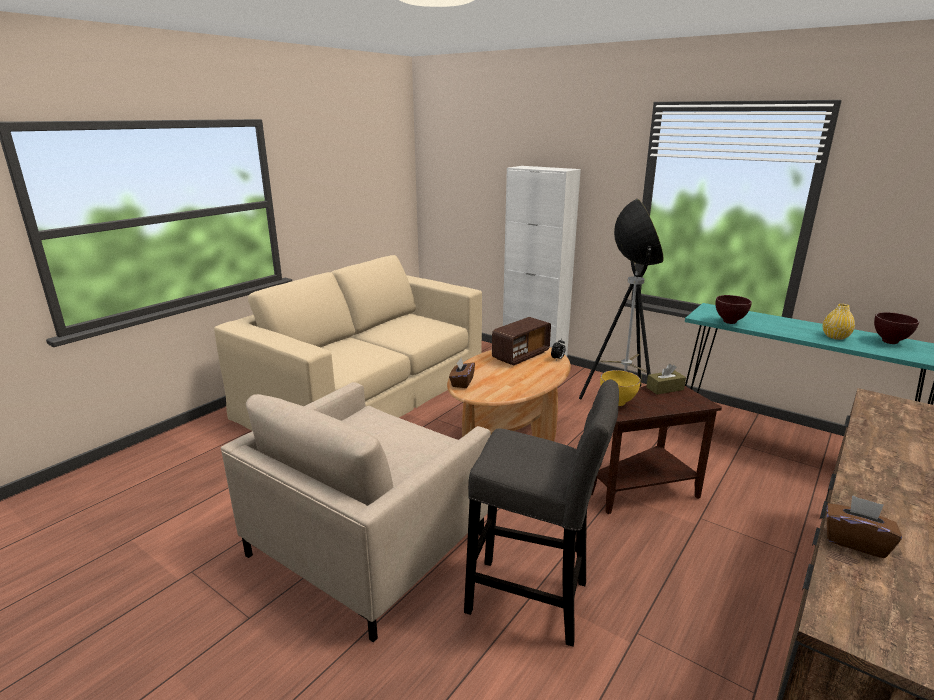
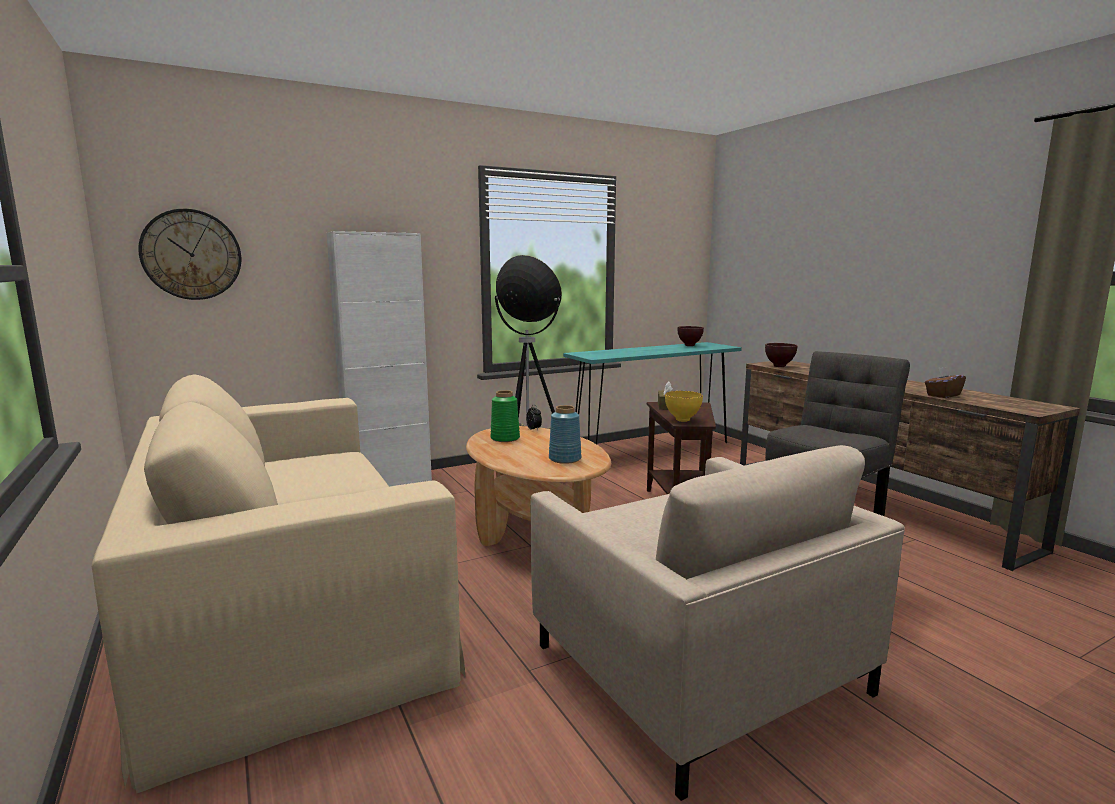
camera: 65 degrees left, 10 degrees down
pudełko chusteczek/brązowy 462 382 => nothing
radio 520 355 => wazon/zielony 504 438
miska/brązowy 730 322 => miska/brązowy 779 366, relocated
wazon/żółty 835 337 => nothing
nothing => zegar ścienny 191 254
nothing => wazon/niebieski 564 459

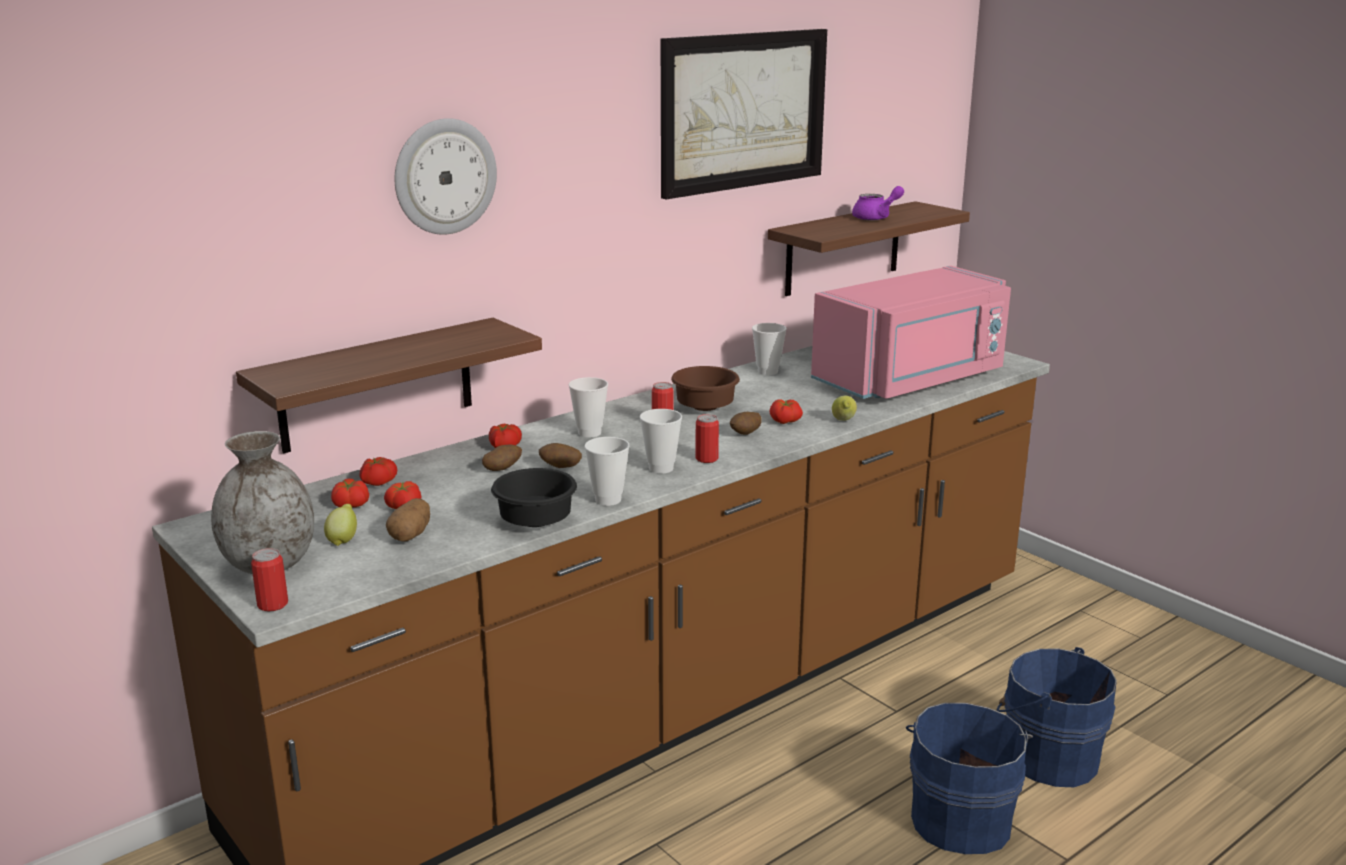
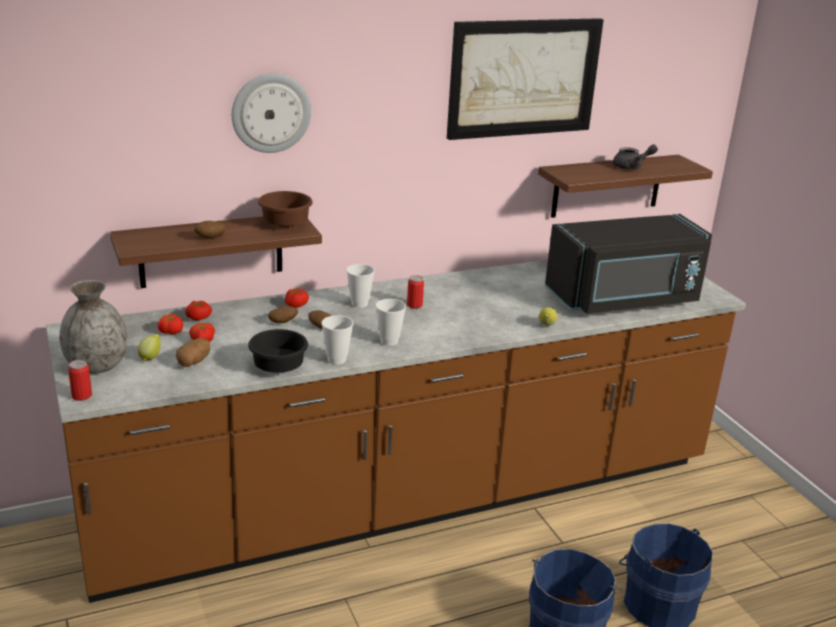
camera: 15 degrees right, 5 degrees up
miska/brązowy 703 408 => miska/brązowy 284 225, relocated
puszka 706 459 => nothing
ziemniak 745 434 => ziemniak 210 238, relocated
filiżanka 767 371 => nothing
pomidor 784 422 => nothing
mikrofalówka/różowy 912 380 => mikrofalówka/czarny 625 299
imbryk/fioletowy 876 217 => imbryk/szary 631 167

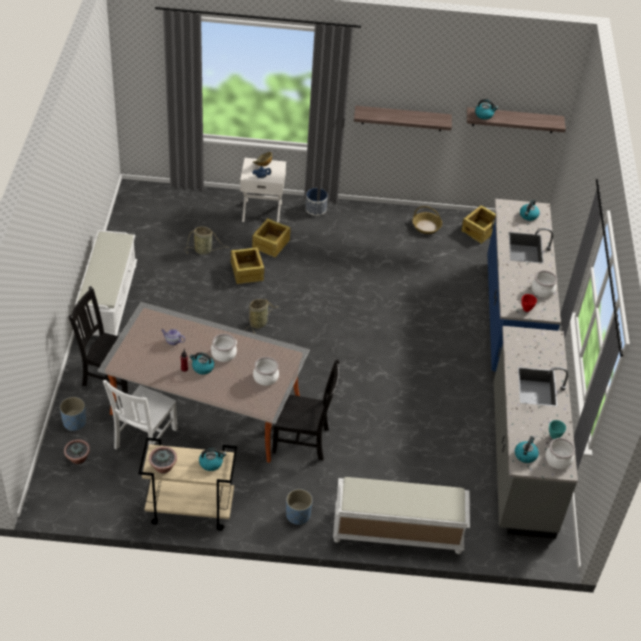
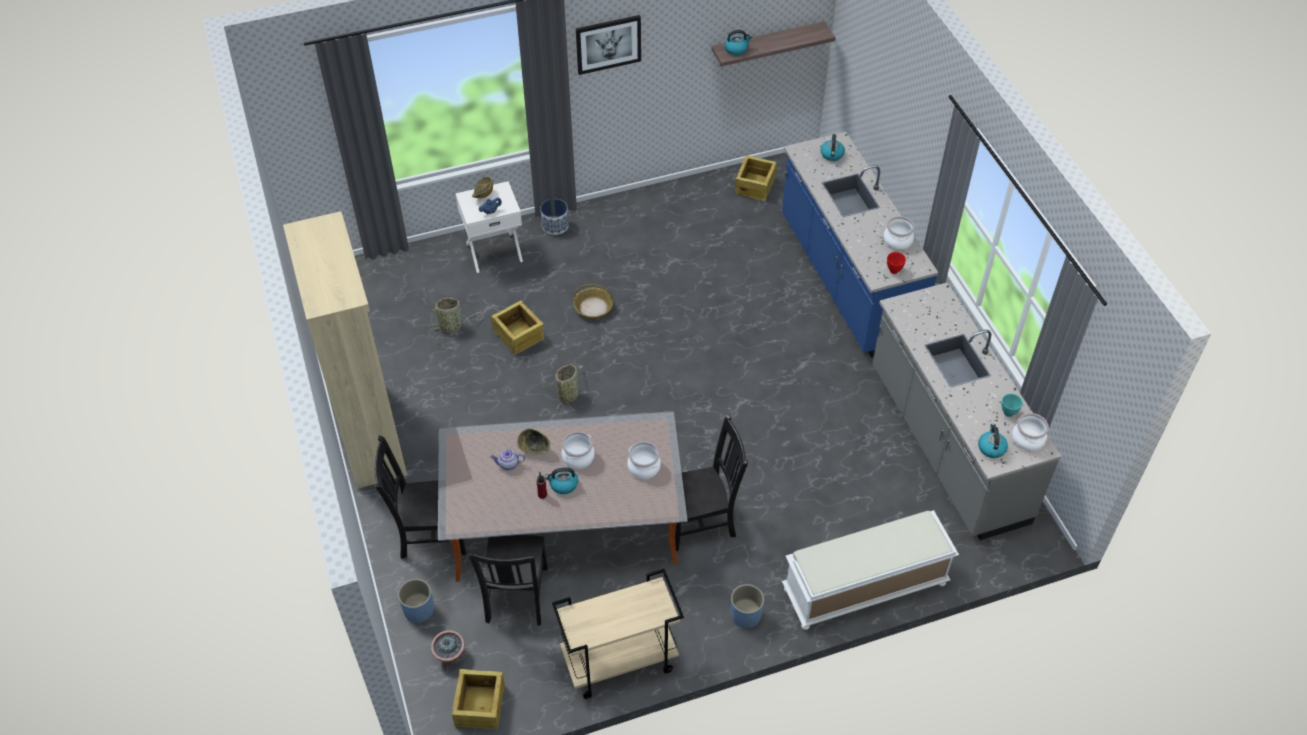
camera: 20 degrees left, 5 degrees up
ławka/biały 108 300 => regał/beżowy 371 435
krzesło/biały 144 440 => krzesło/czarny 516 597
roślina doniczkowa 163 468 => nothing
czajnik 211 463 => nothing
skrzynka 270 244 => skrzynka 479 705, relocated
półka 402 118 => nothing
koszyk 426 226 => koszyk 594 307, relocated
nothing => miska 534 449
nothing => obraz 608 44

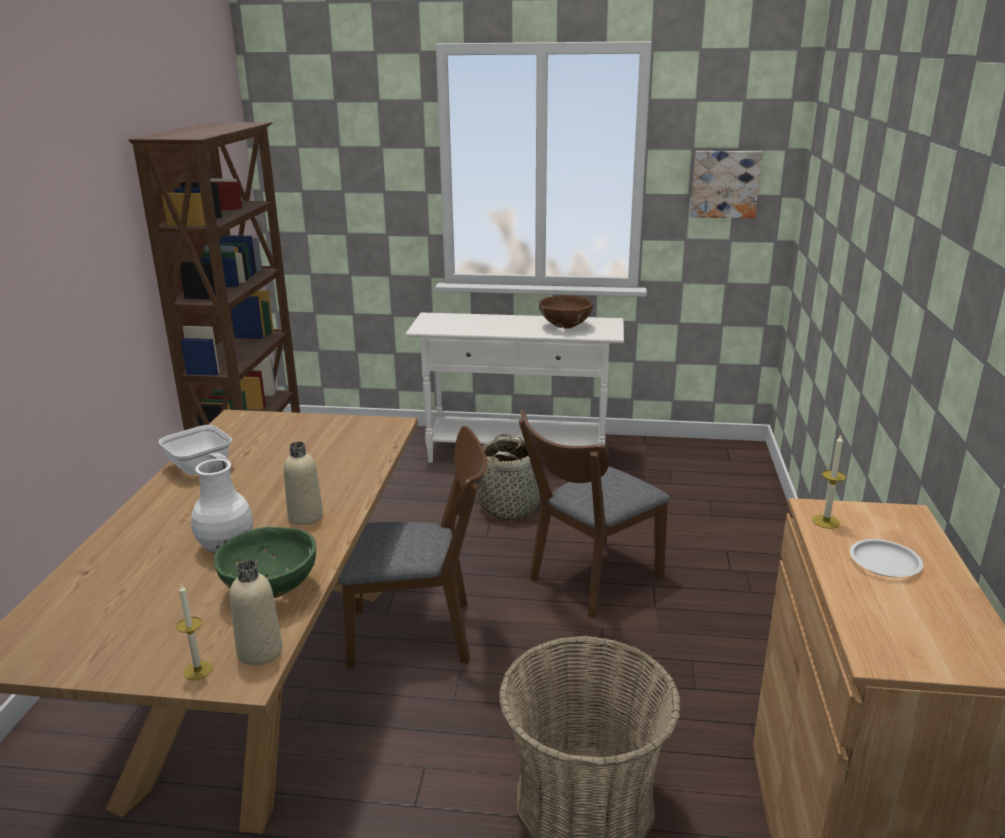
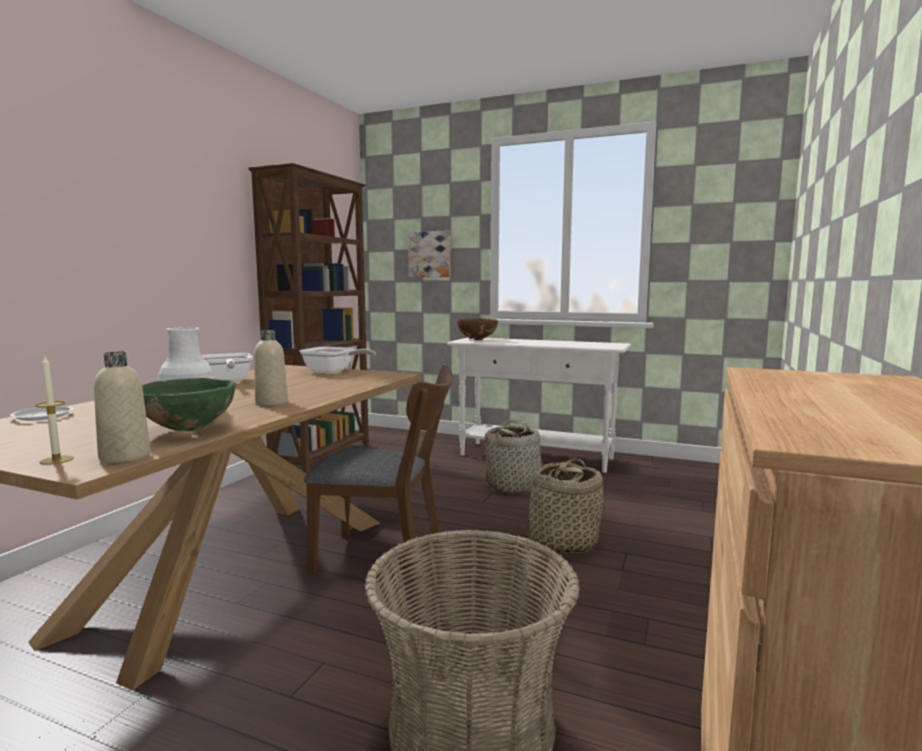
camera: 15 degrees right, 15 degrees down
krzesło/brązowy 589 581 => koszyk 563 542
miska/brązowy 565 327 => miska/brązowy 477 340, relocated
obraz 725 184 => obraz 430 254, relocated
świeca 826 521 => nothing
talerz/biały 885 563 => talerz/biały 42 416, relocated
nothing => patelnia 333 372

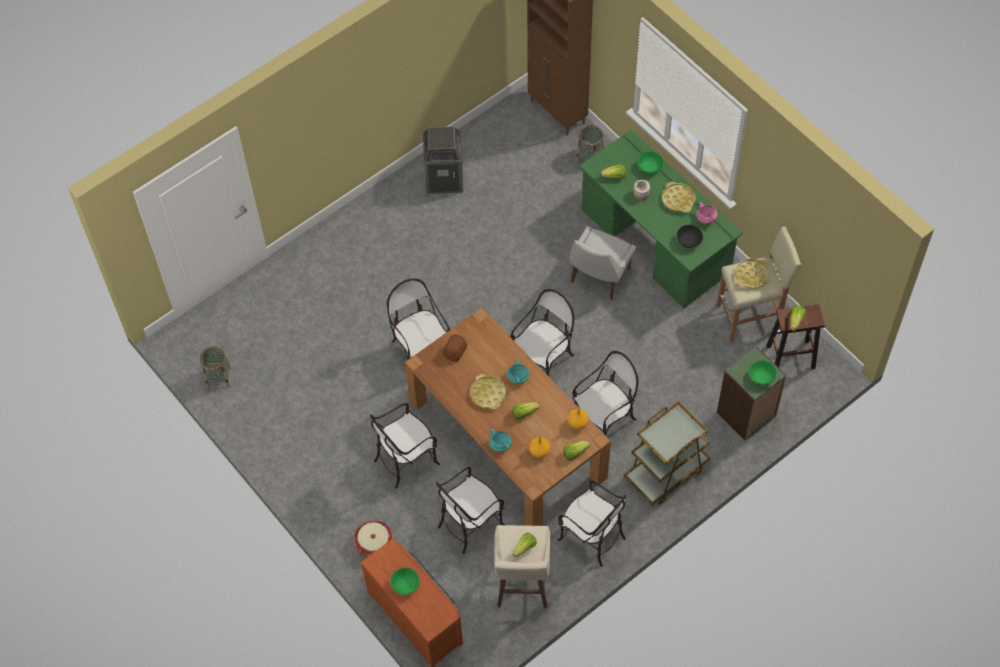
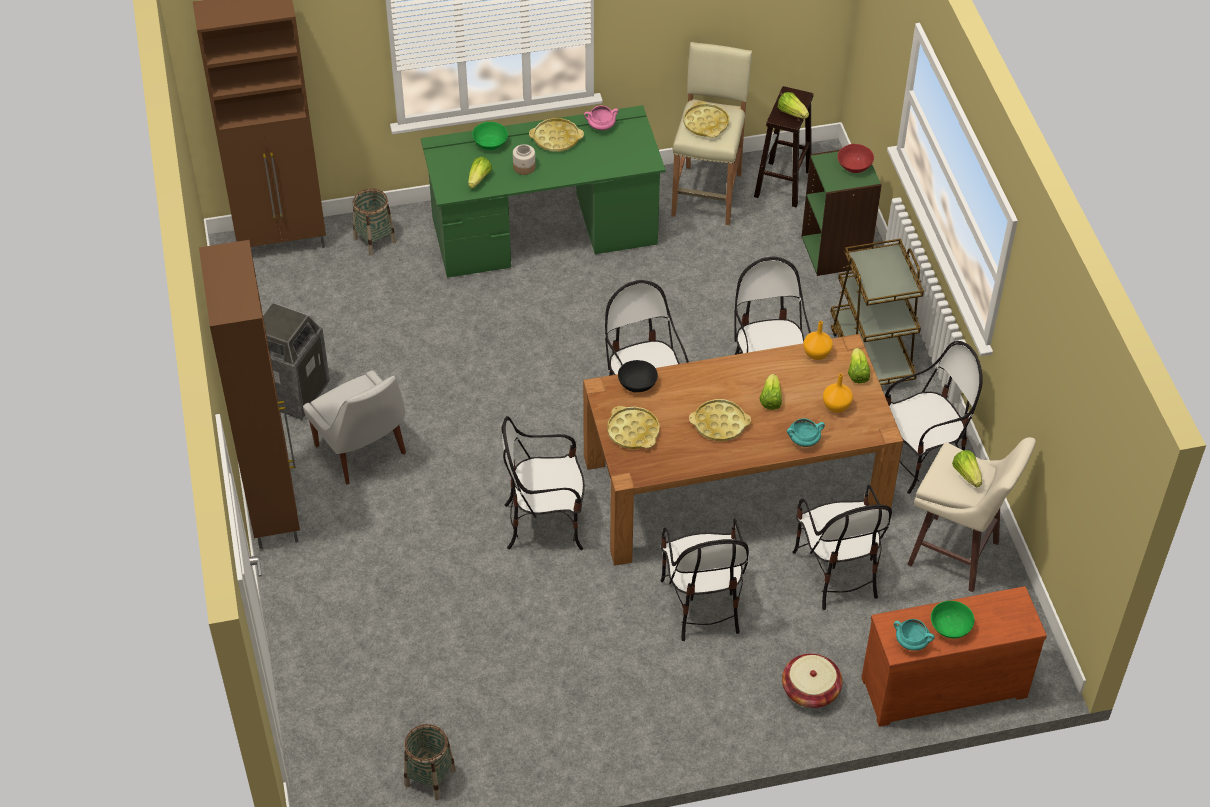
camera: 65 degrees left, 10 degrees down
chleb 455 351 => taca/żółty 633 431
garnek/turkusowy 518 378 => garnek/turkusowy 912 642, relocated
krzesło/biały 599 277 => krzesło/biały 362 452, relocated
miska/czarny 689 241 => miska/czarny 637 384, relocated
miska/zielony 761 377 => miska/czerwony 854 166
nothing => szafka/brązowy 274 508

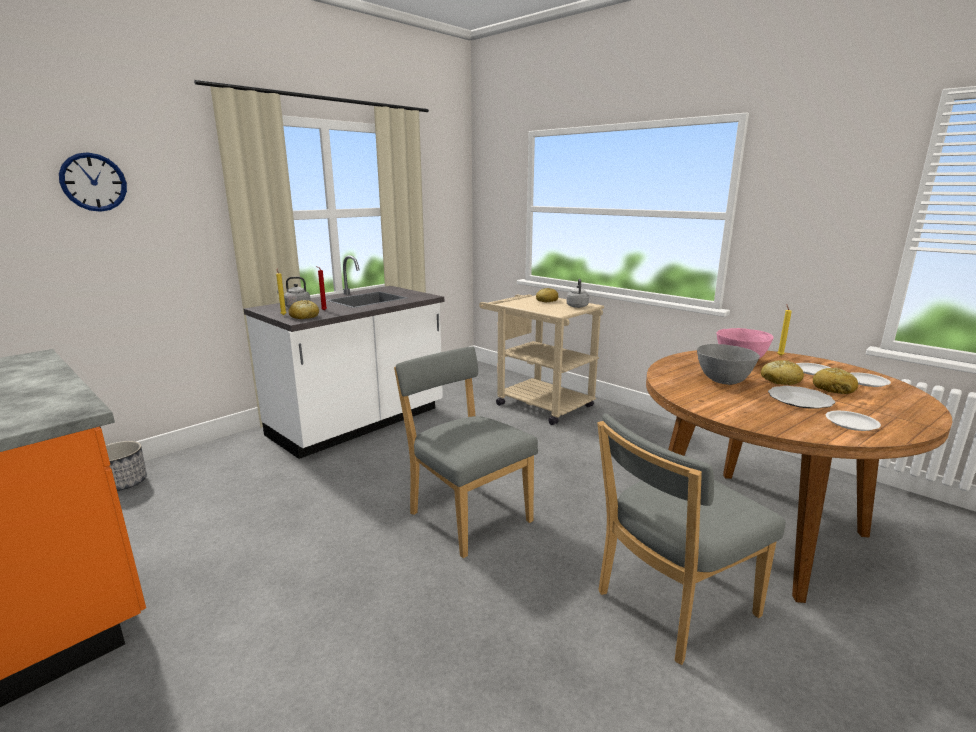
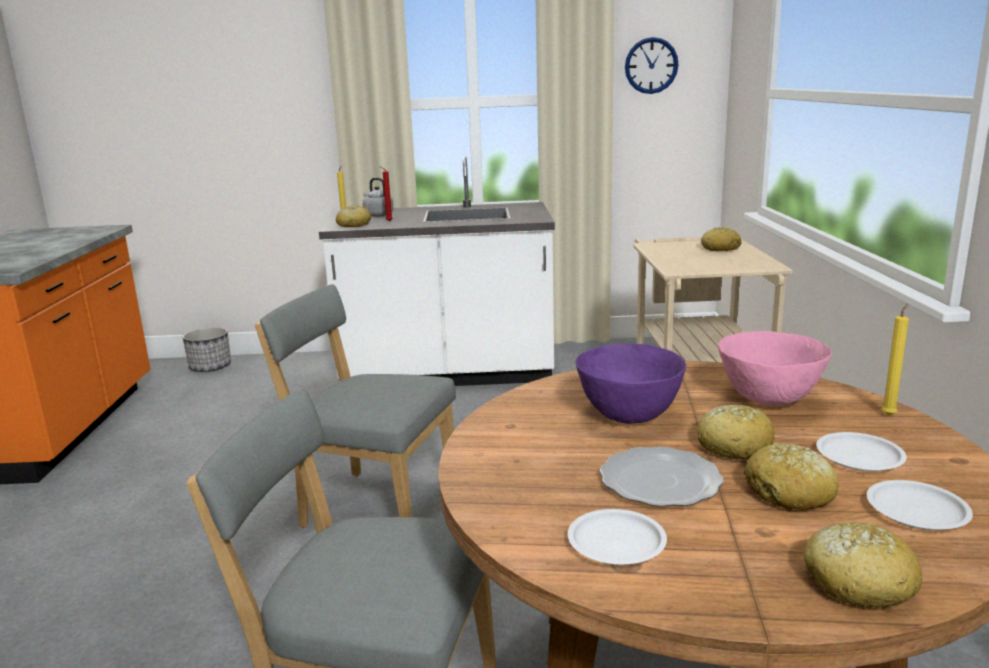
camera: 45 degrees right, 0 degrees up
zegar ścienny 93 182 => zegar ścienny 651 65, relocated
krzesło/szary 466 515 => krzesło/szary 374 506, 75 degrees counterclockwise
czajnik/szary 577 306 => nothing
miska/szary 724 381 => miska/fioletowy 630 416
nothing => chleb 857 582

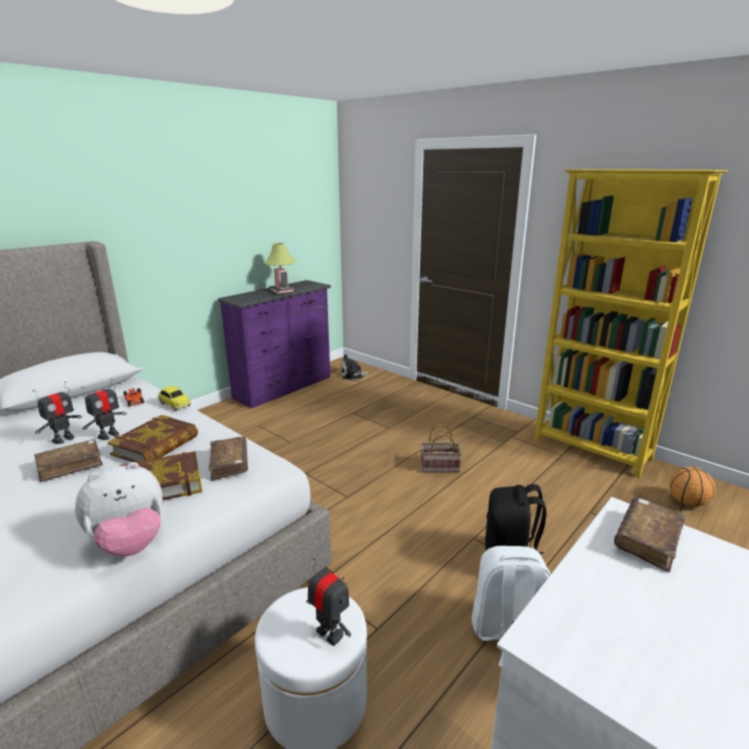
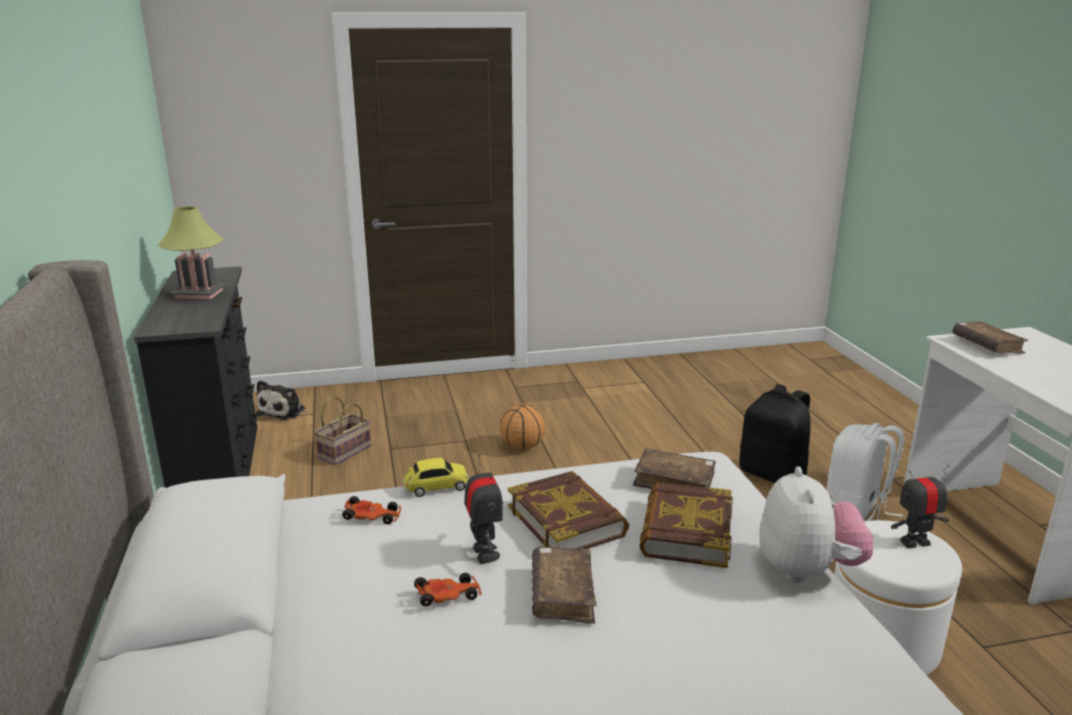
camera: 55 degrees left, 0 degrees up
robot zabawkowy 63 439 => samochodzik 448 595
komoda/fioletowy 285 387 => komoda/czarny 222 471
koszyk 439 467 => koszyk 344 452, relocated
regał/żółty 592 450 => nothing
piłka do koszykówki 687 503 => piłka do koszykówki 523 446, relocated

